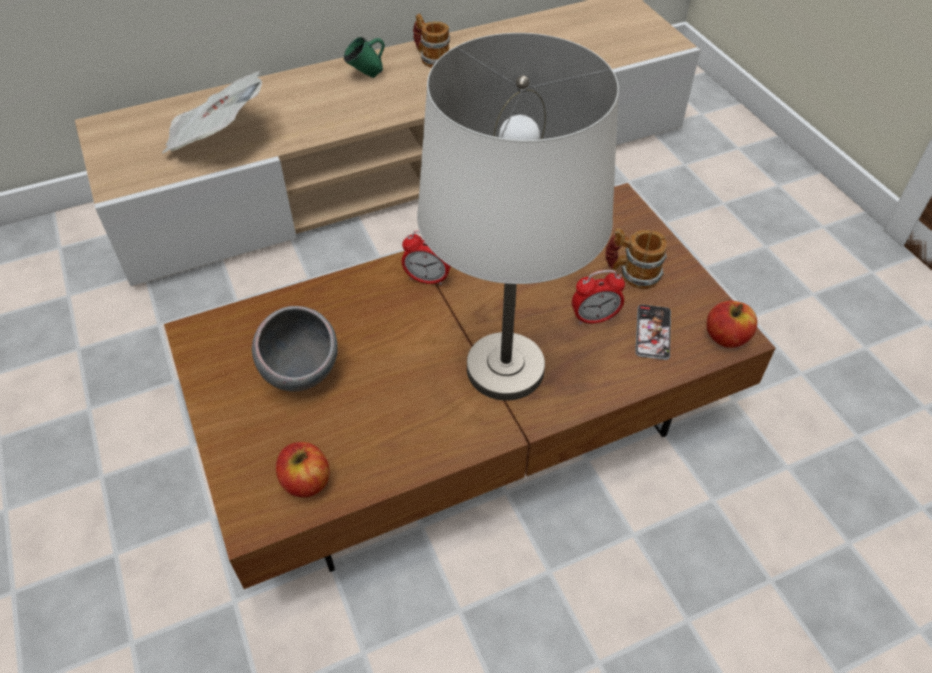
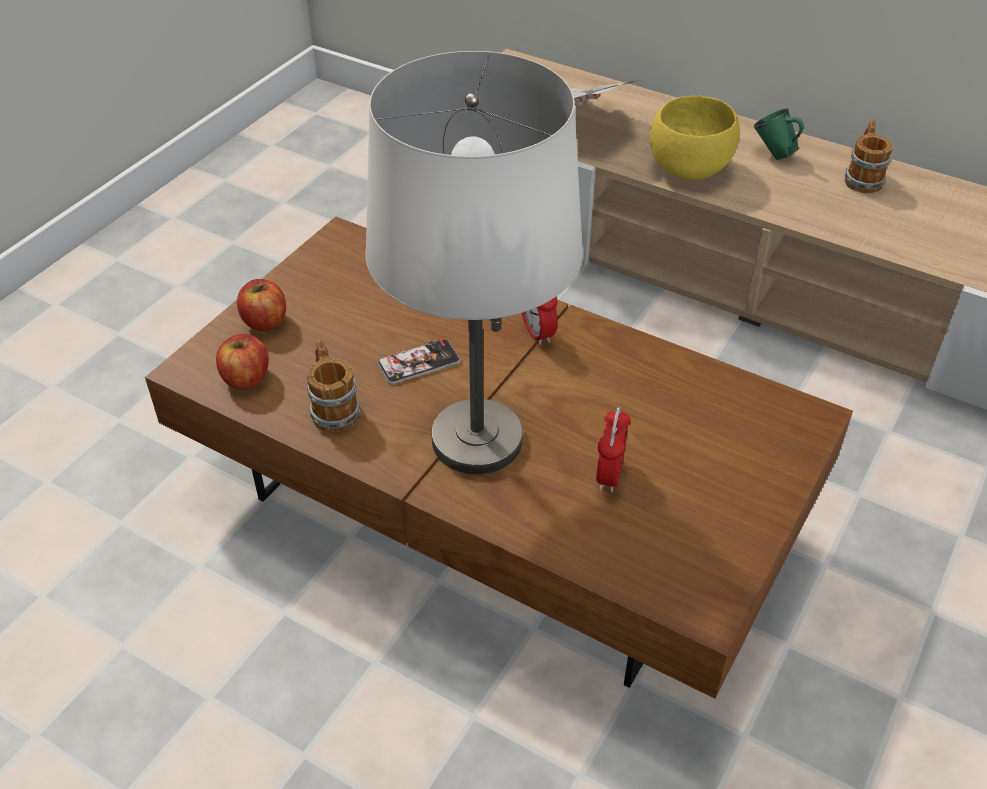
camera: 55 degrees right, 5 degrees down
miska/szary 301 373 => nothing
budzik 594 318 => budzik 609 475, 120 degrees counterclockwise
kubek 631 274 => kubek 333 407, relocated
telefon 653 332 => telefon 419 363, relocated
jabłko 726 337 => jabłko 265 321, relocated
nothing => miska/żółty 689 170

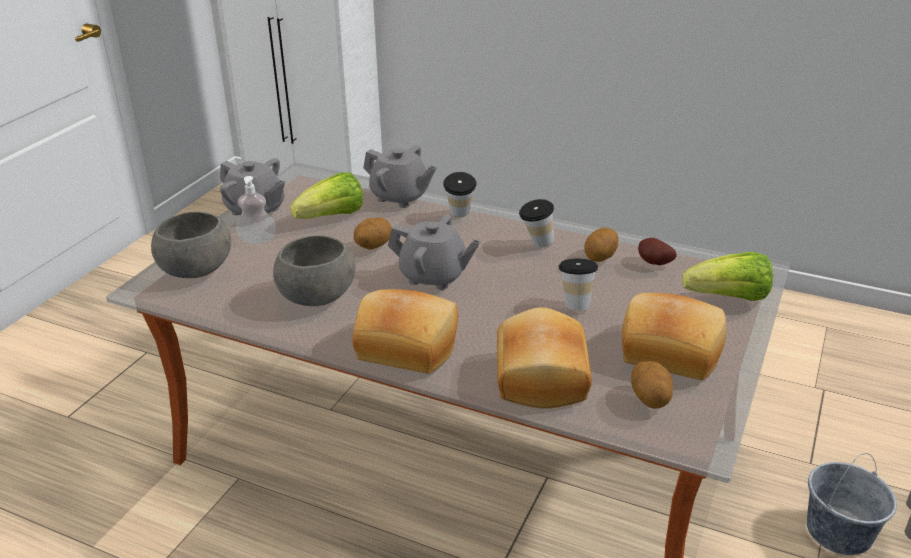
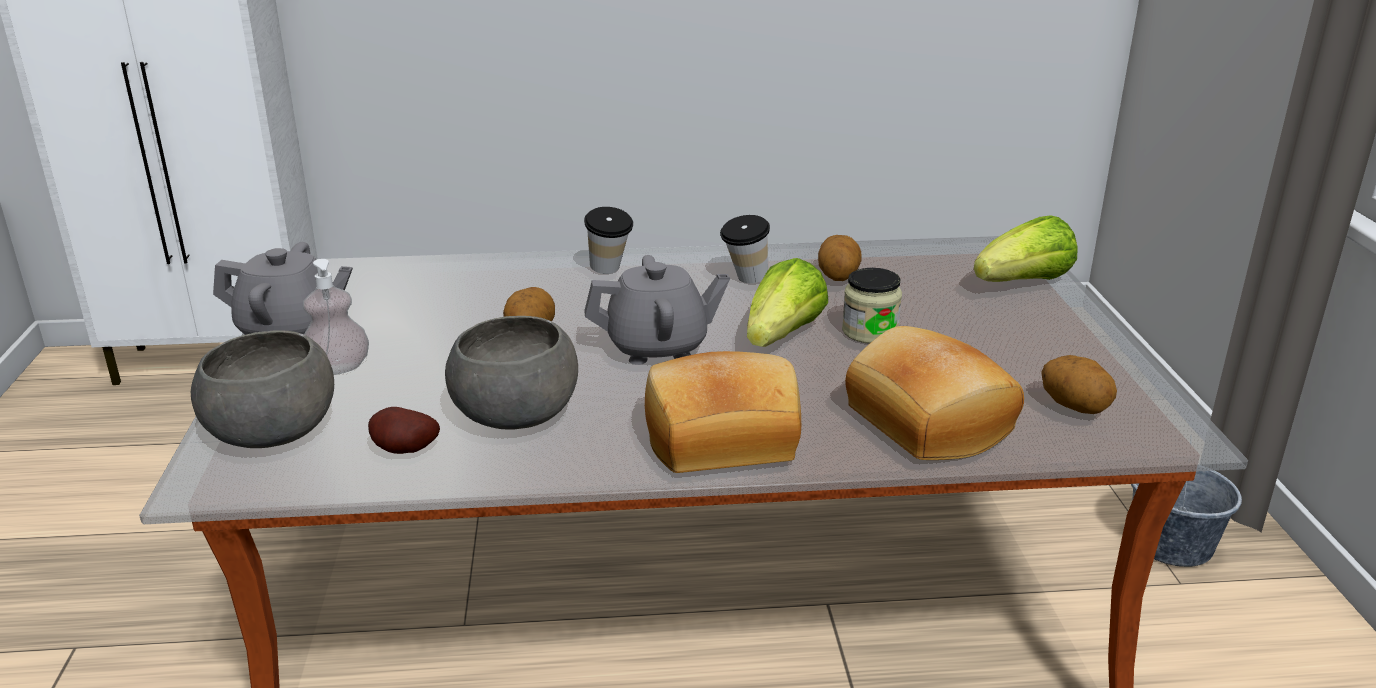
camera: 30 degrees left, 5 degrees down
sałata 332 217 => sałata 783 336, relocated
imbryk/szary 400 197 => nothing
filiżanka 575 303 => słoik 870 331
chleb 671 350 => nothing
ziemniak 653 263 => ziemniak 404 452, relocated

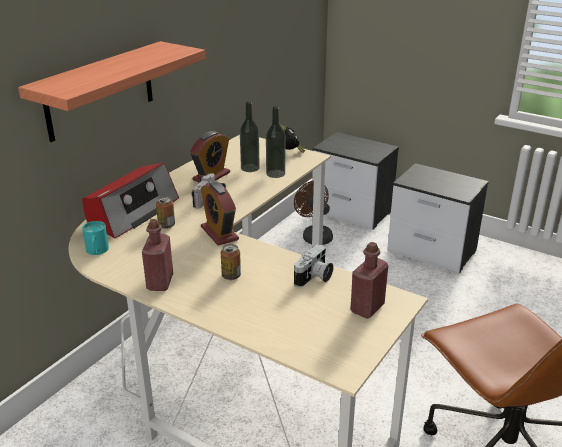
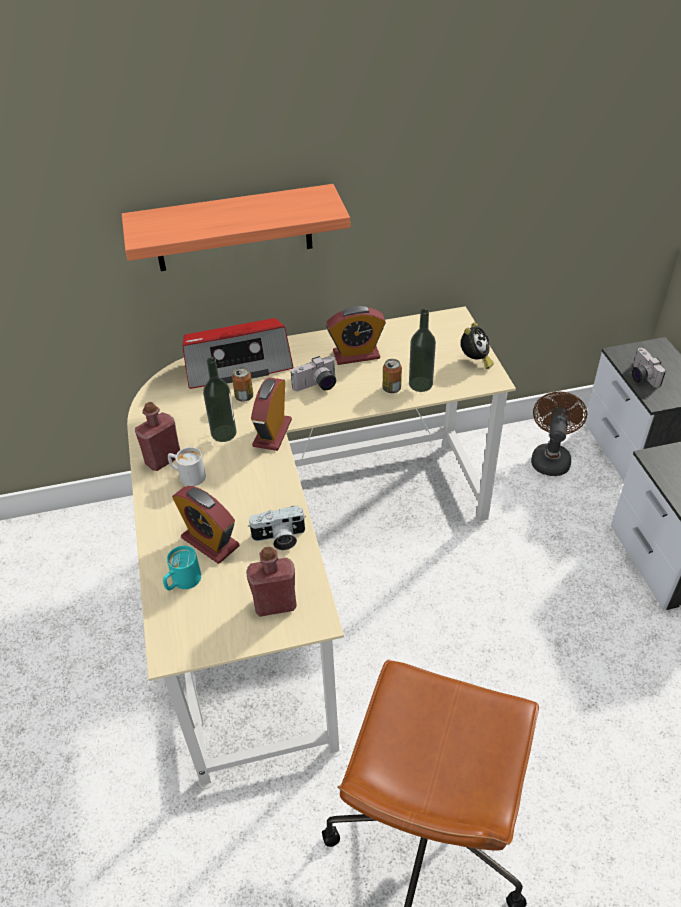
camera: 45 degrees right, 15 degrees up
kubek/turkusowy 97 252 => kubek/turkusowy 182 582, relocated
puszka 231 276 => puszka 391 388, relocated
butelka 250 168 => butelka 224 433, relocated
nothing => kubek/biały 187 475
nothing => budzik 210 542
nothing => aparat fotograficzny 641 376

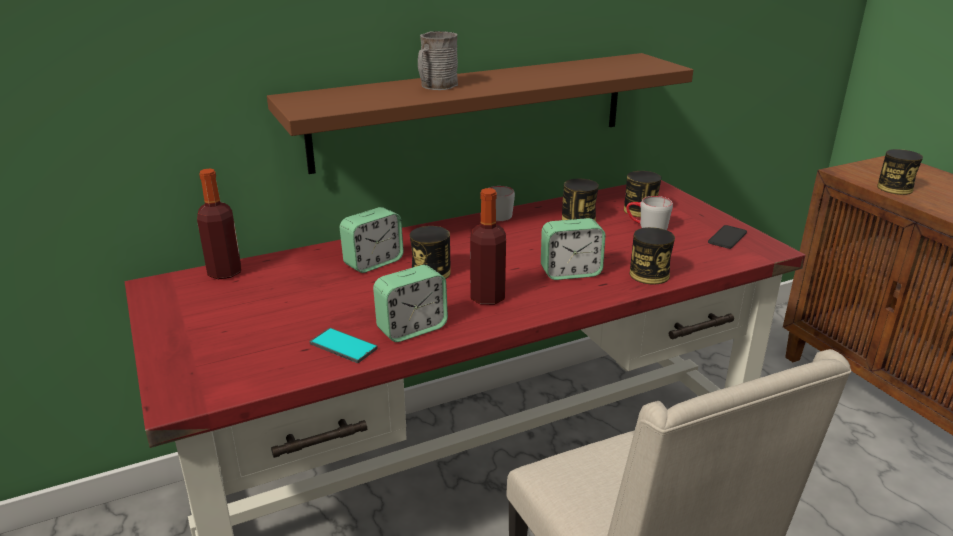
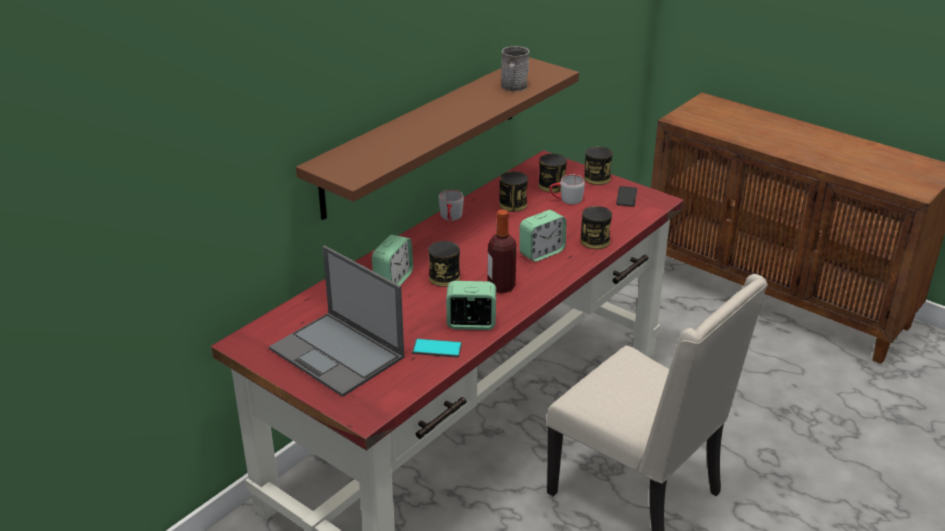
camera: 25 degrees left, 5 degrees up
butelka 225 272 => nothing
budzik 412 329 => budzik 471 324, 120 degrees counterclockwise
kubek/szary 436 86 => kubek/szary 514 87, relocated
puszka 894 188 => puszka 597 178, relocated
nothing => laptop 338 354

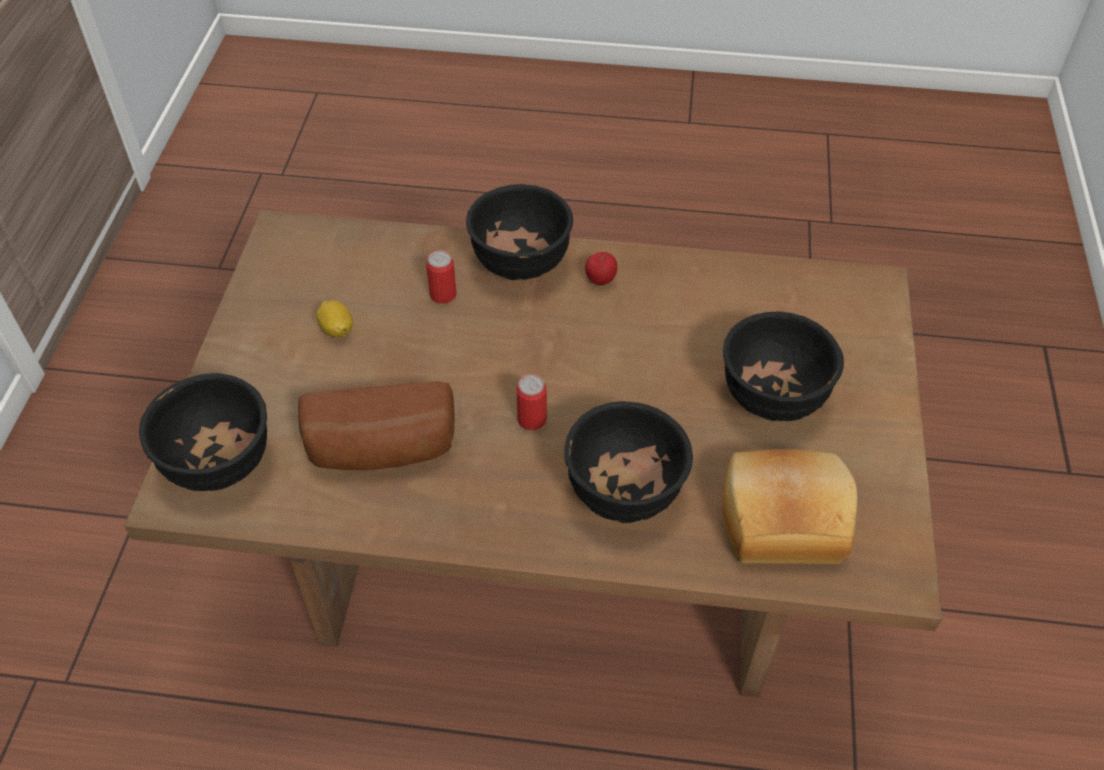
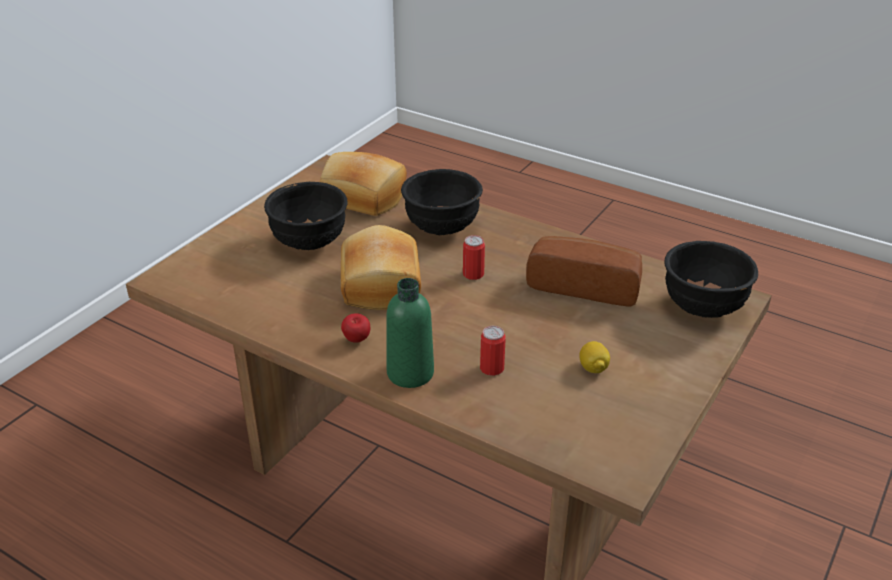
camera: 155 degrees left, 15 degrees down
miska/czarny 521 263 => butelka/zielony 410 373
nothing => chleb 378 285

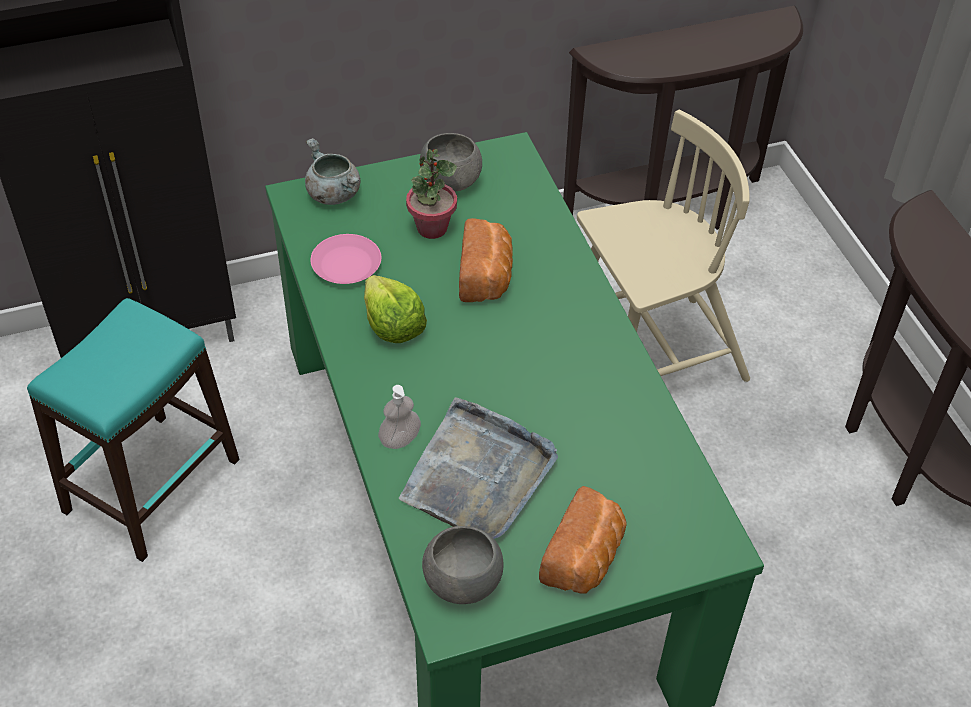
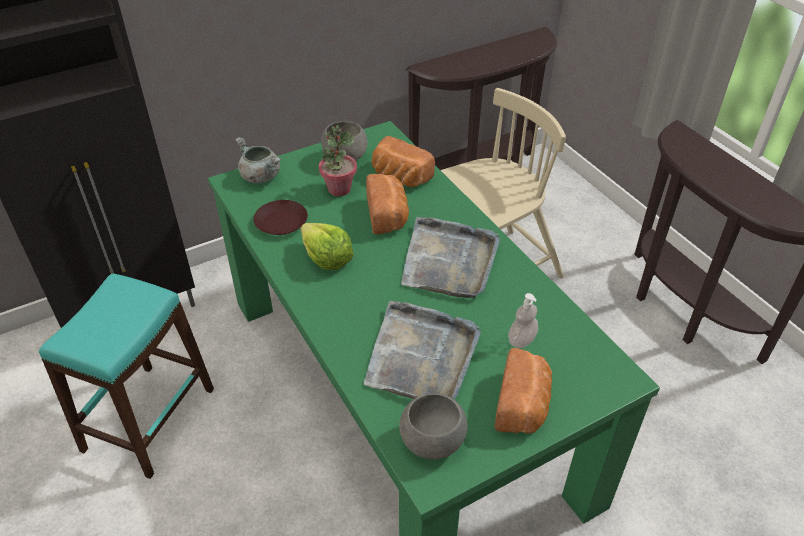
camera: 10 degrees left, 5 degrees down
talerz/różowy 346 265 => talerz/brązowy 281 222
dozownik mydła 400 439 => dozownik mydła 521 340, relocated
nothing => chleb 399 177
nothing => taca/szary 449 261

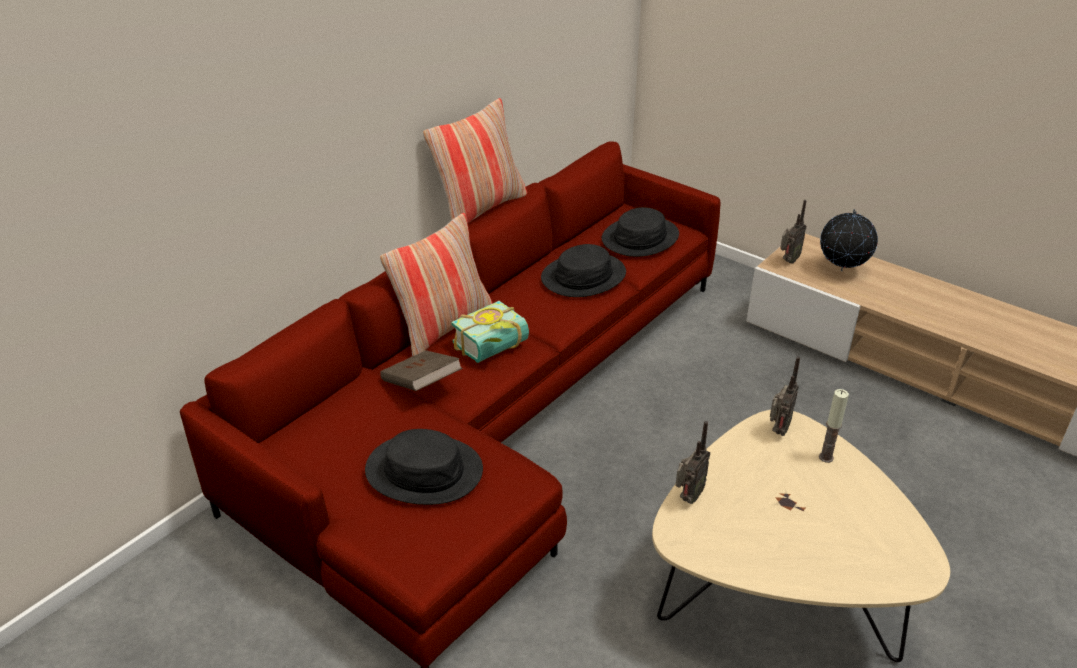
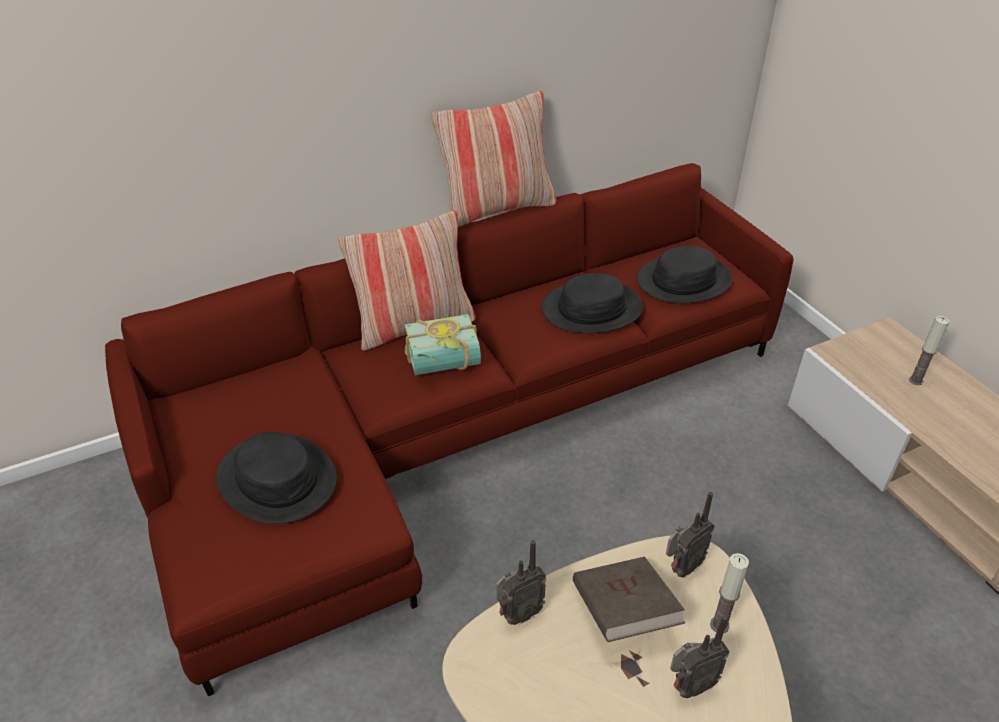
camera: 25 degrees right, 5 degrees up
książka/brązowy 421 385 => książka/brązowy 623 612, relocated
radio 788 261 => radio 689 686, relocated
globus 842 270 => świeca 915 380

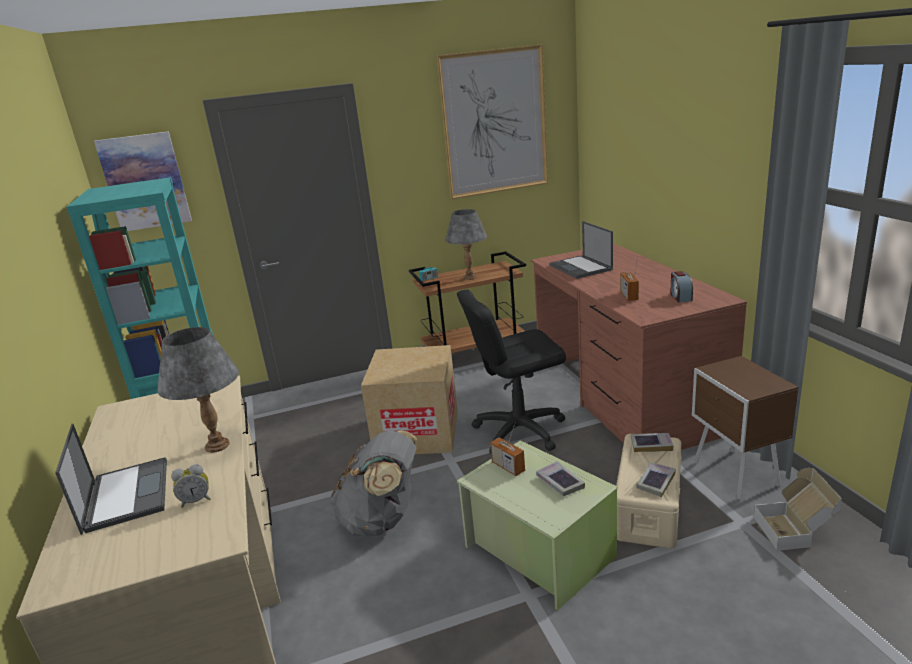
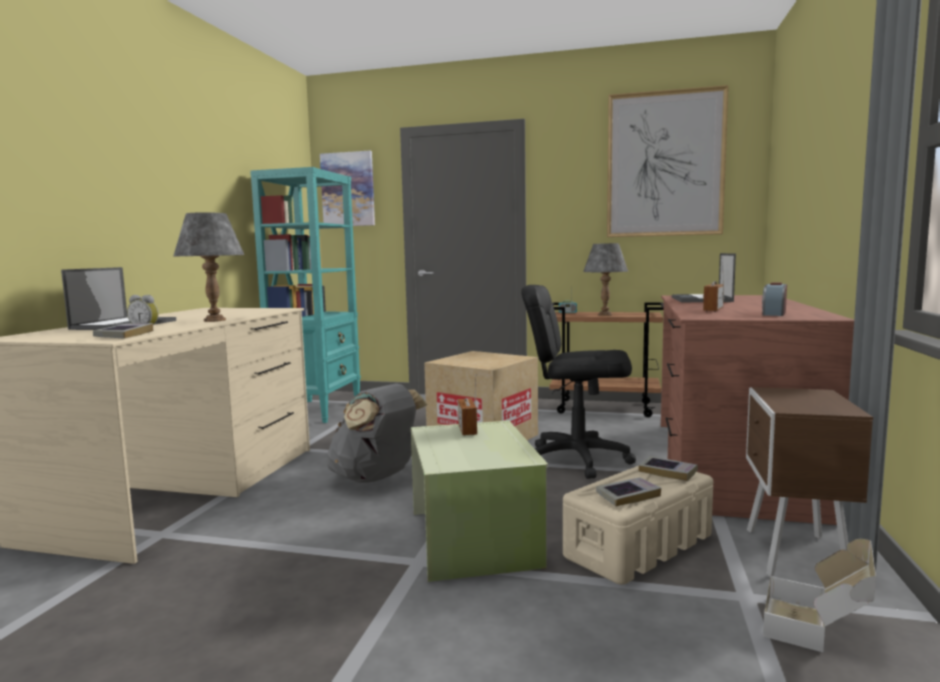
camera: 30 degrees right, 15 degrees down
książka 560 482 => książka 124 335, relocated

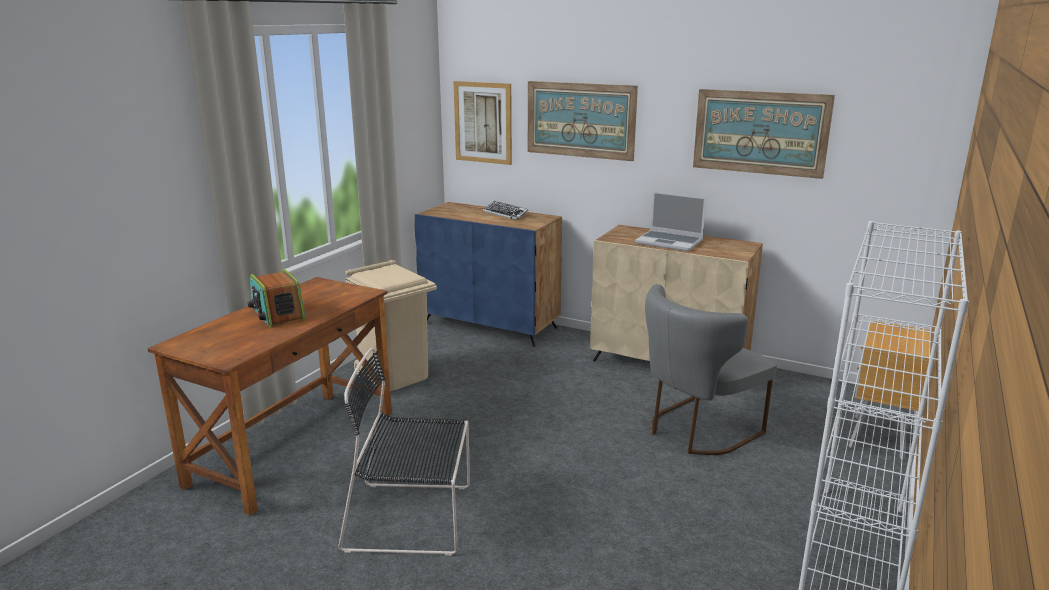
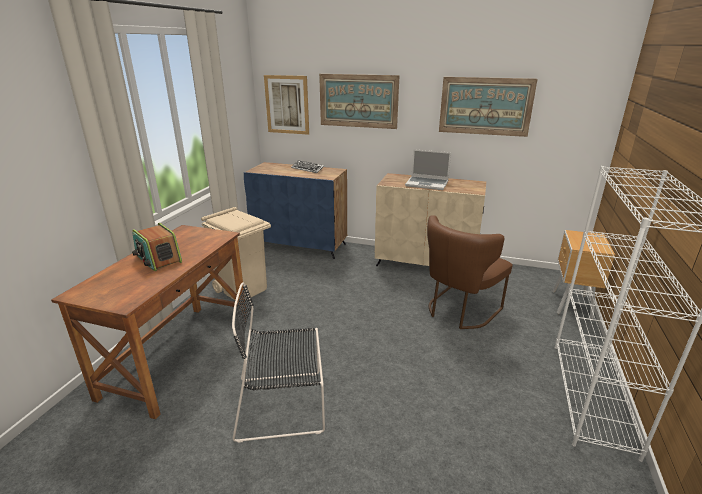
camera: 10 degrees left, 5 degrees up
krzesło/szary 696 430 => krzesło/brązowy 459 311

